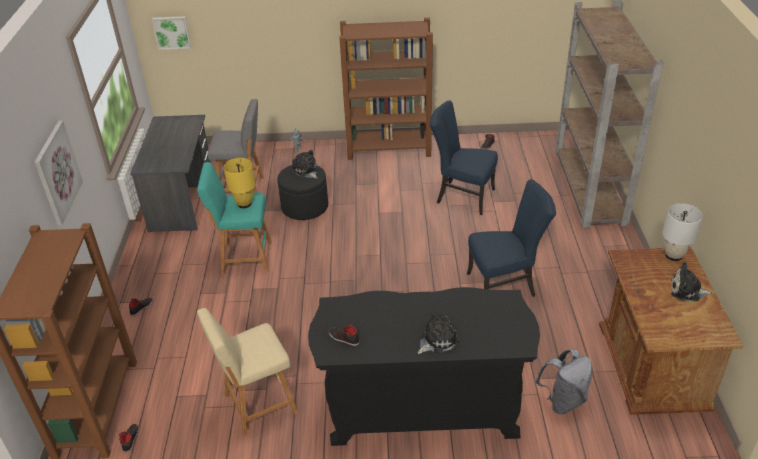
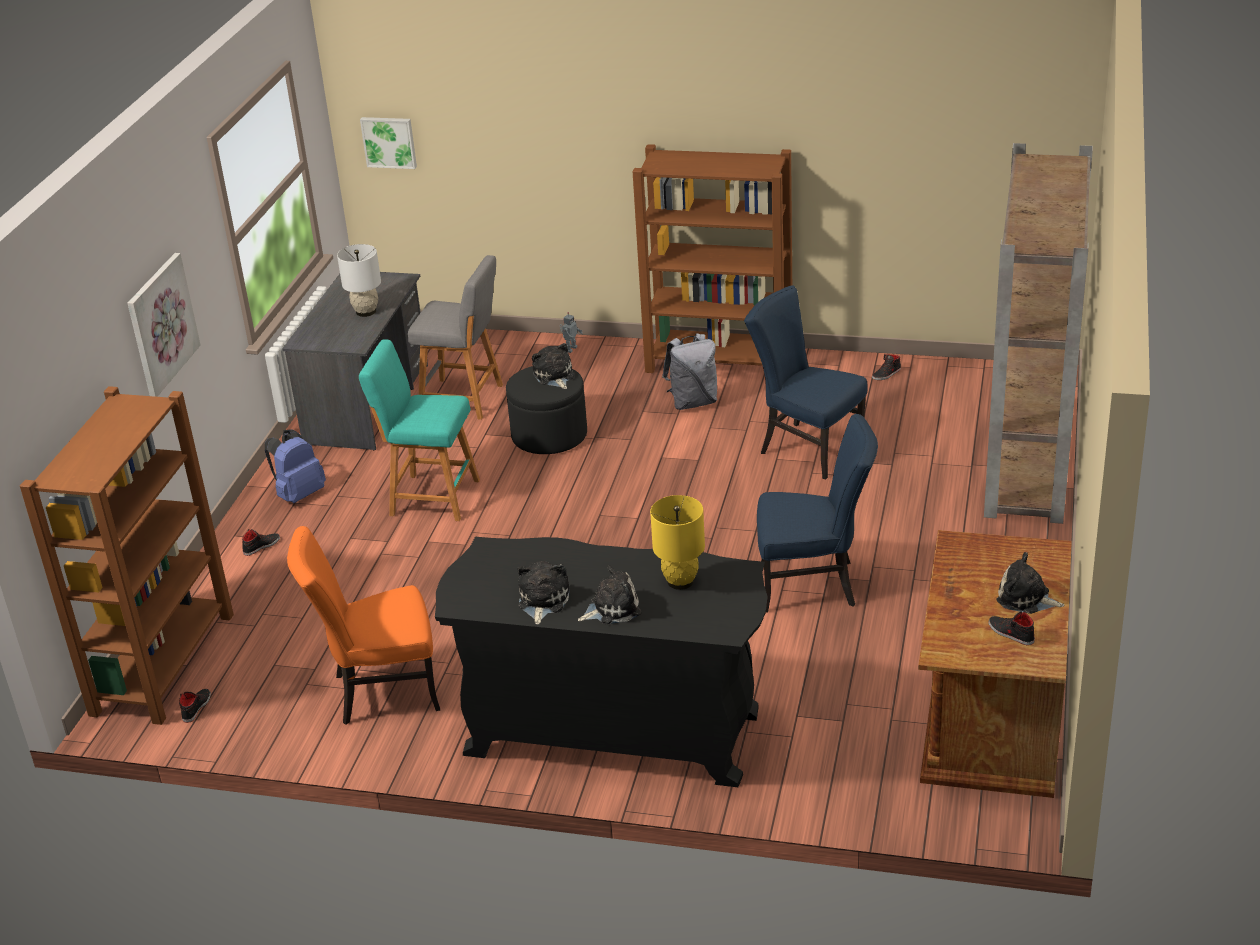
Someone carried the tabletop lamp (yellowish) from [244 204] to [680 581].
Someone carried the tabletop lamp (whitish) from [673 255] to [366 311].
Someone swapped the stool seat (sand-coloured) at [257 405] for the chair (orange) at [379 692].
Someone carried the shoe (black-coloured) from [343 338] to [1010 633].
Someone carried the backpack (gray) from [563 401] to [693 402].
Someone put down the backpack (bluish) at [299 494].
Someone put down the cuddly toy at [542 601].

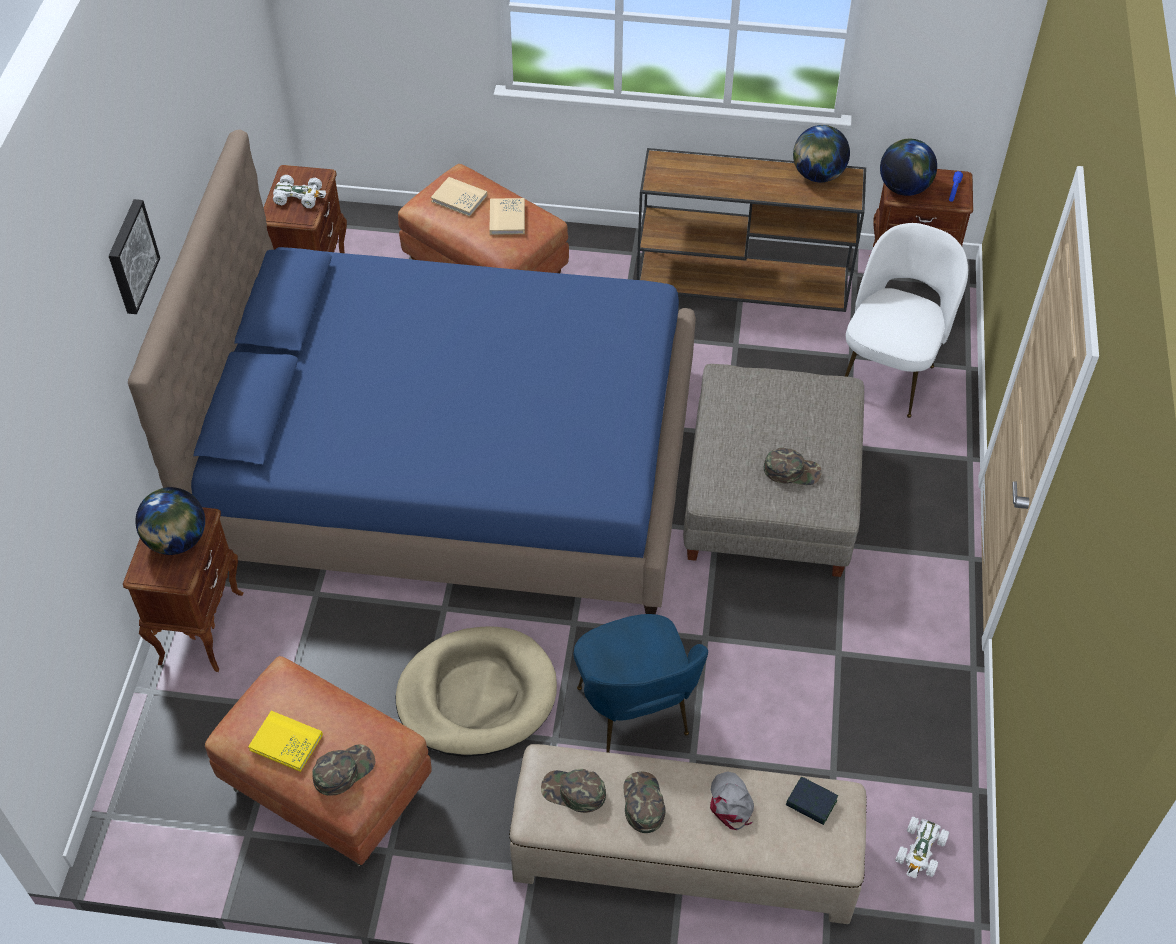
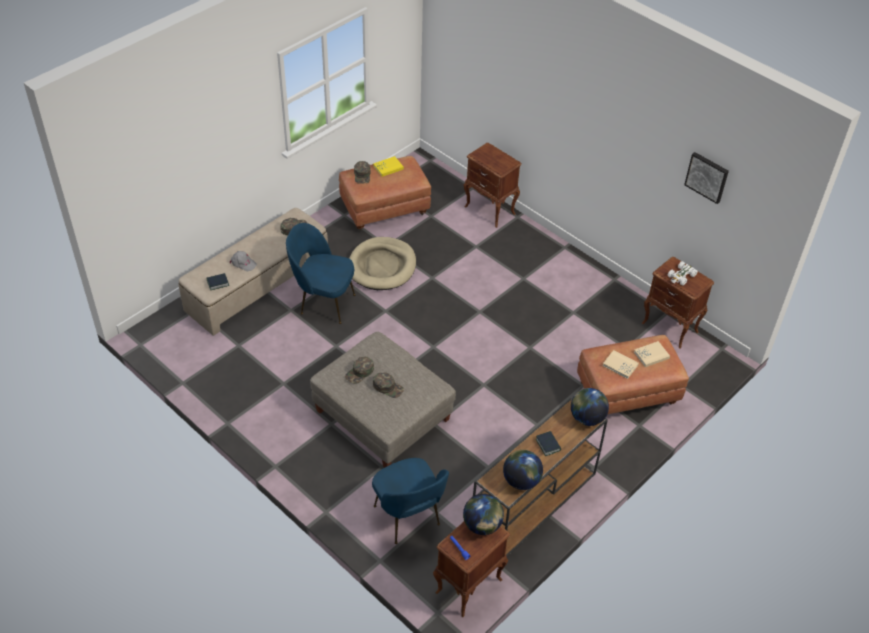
Someone took away the sleeping bed (bluish) at [450 462].
Someone carried the wall picture from [130 256] to [707 177].
Someone repainted the chair (whitish) at [889 374], which became the chair (bluish) at [409 520].
Someone carried the globe from [177 540] to [587 418].
Someone carried the baseball cap (green-coloured) from [642 803] to [388 387].
Someone took away the model car (whitish) at [921 851].
Someone put down the bound book at [548 445].

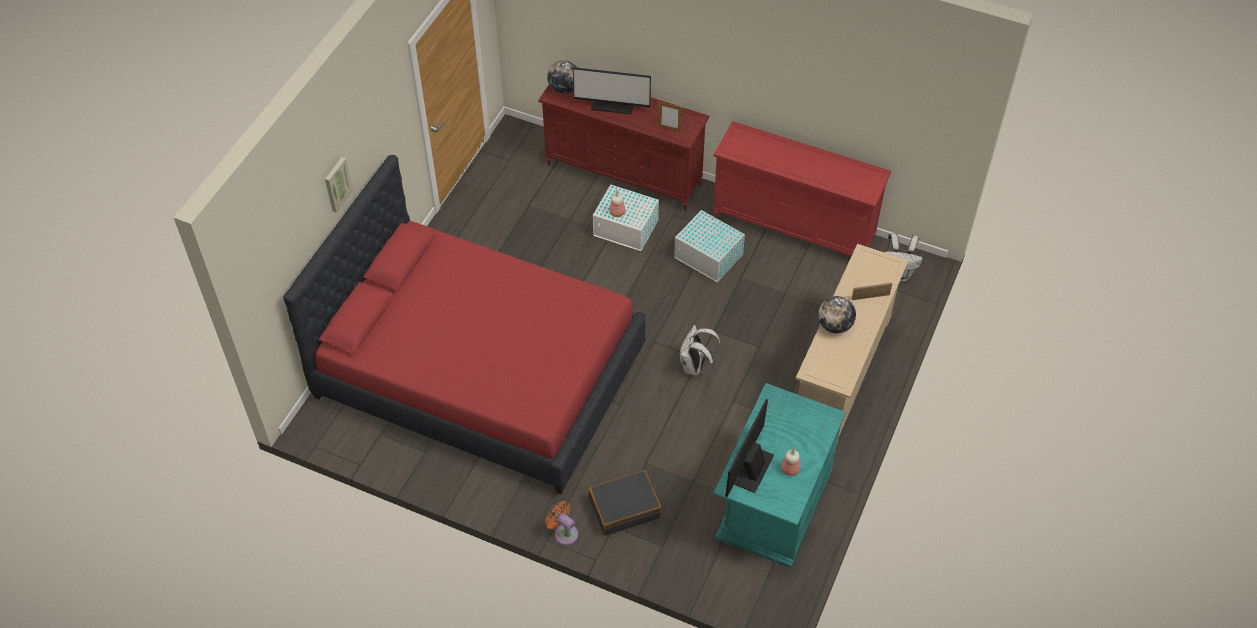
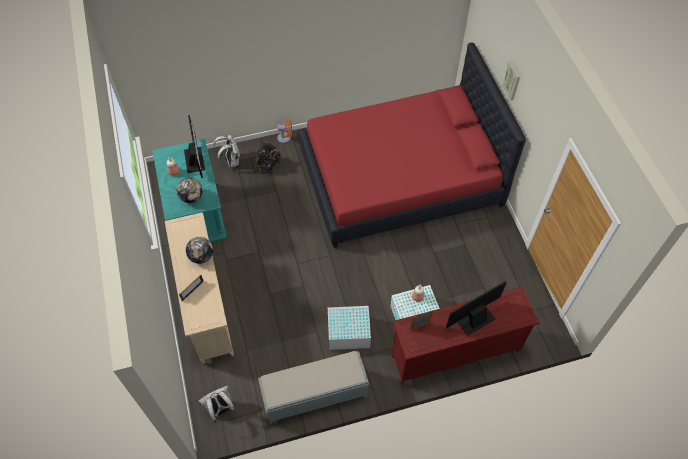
Someone carried the globe from [564 88] to [191 197].
Someone swapped the chest of drawers (red) at [793 228] for the indoor bench (gray) at [314 395].
Someone carried the backpack (whitish) from [695 367] to [231 161].
Someone swapped the piece of luggage (black-coloured) at [624 507] for the backpack (black-coloured) at [268 165].

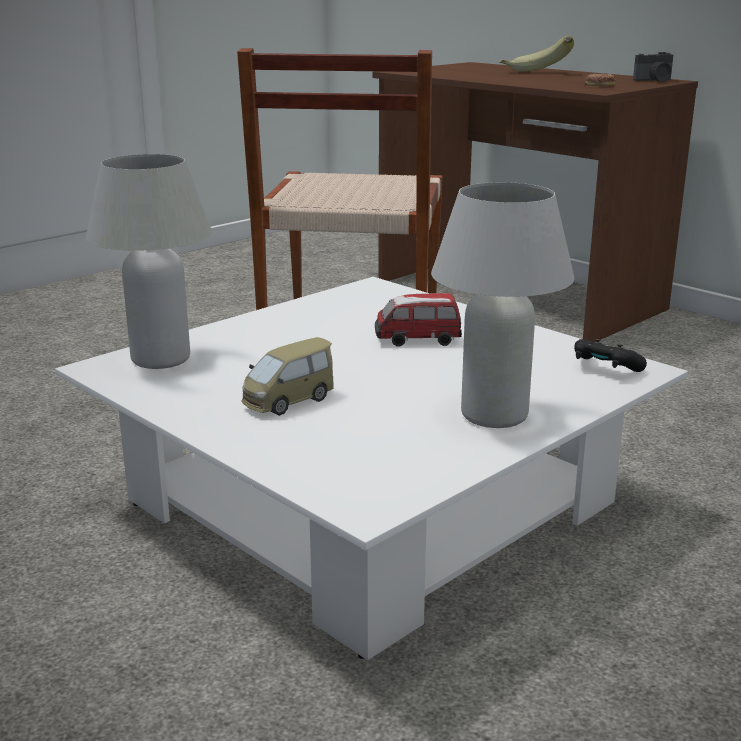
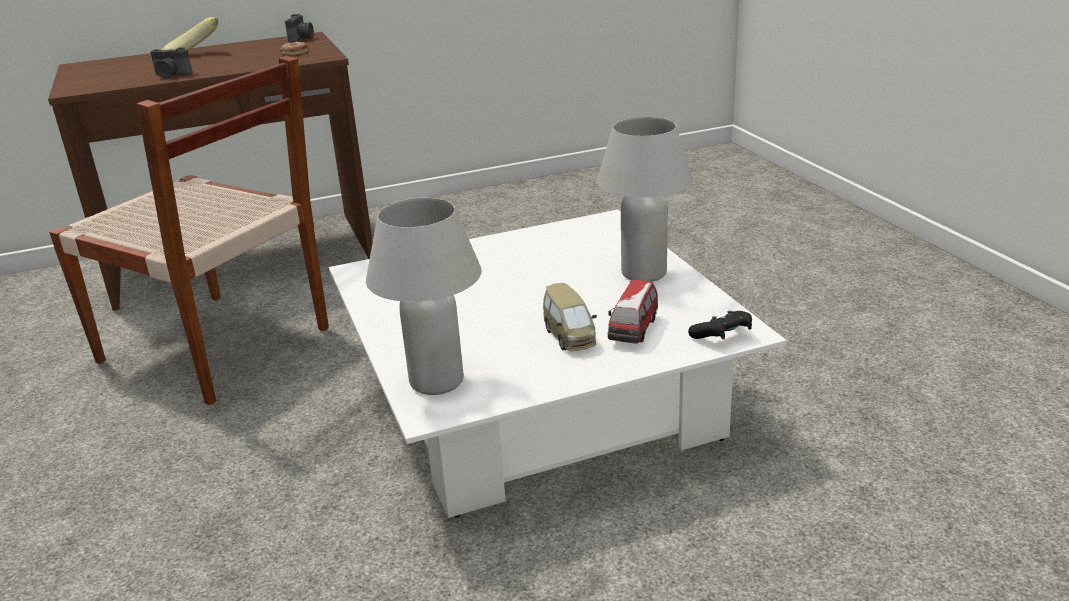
Someone carried the model car from [417 340] to [634 330].
Someone carried the joypad (black-coloured) from [605 369] to [722 336].
Someone put down the photo camera at [171 75].

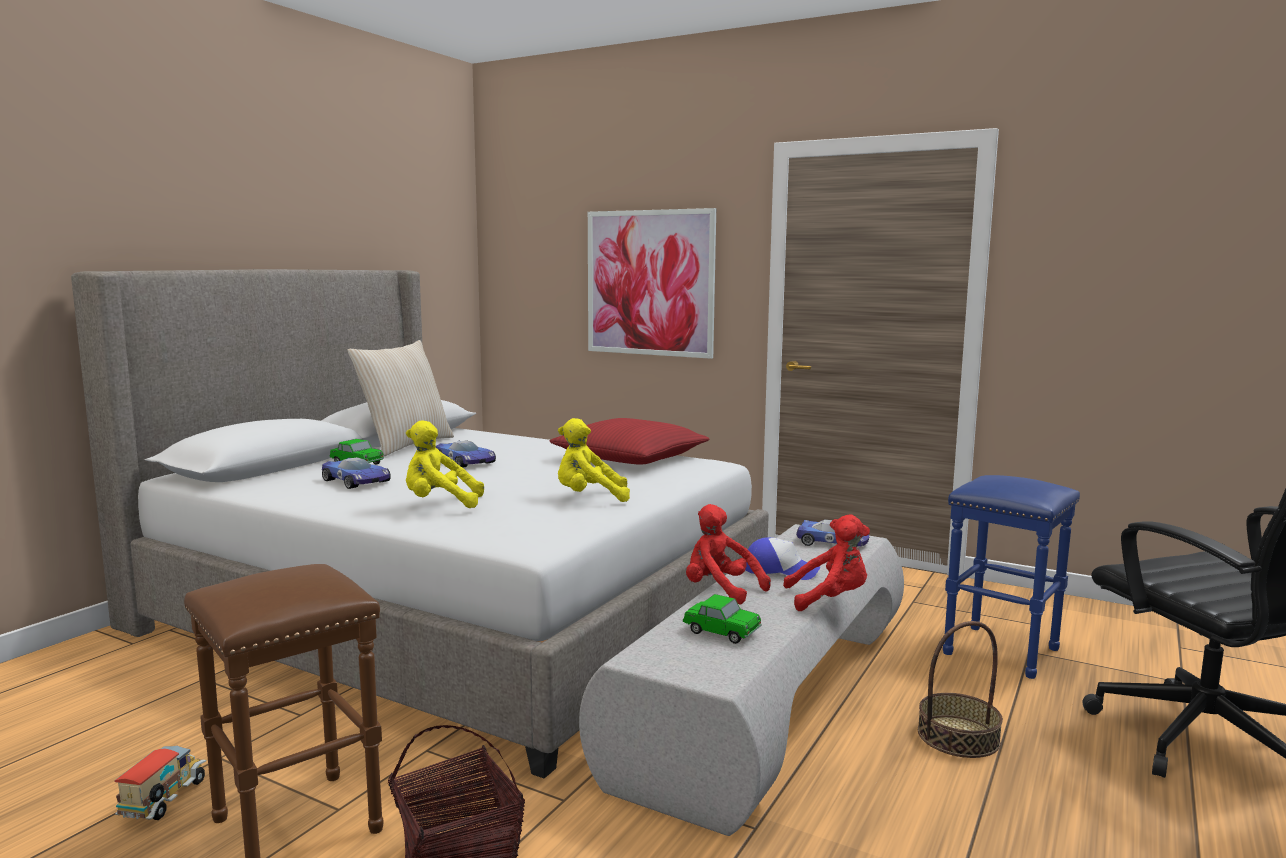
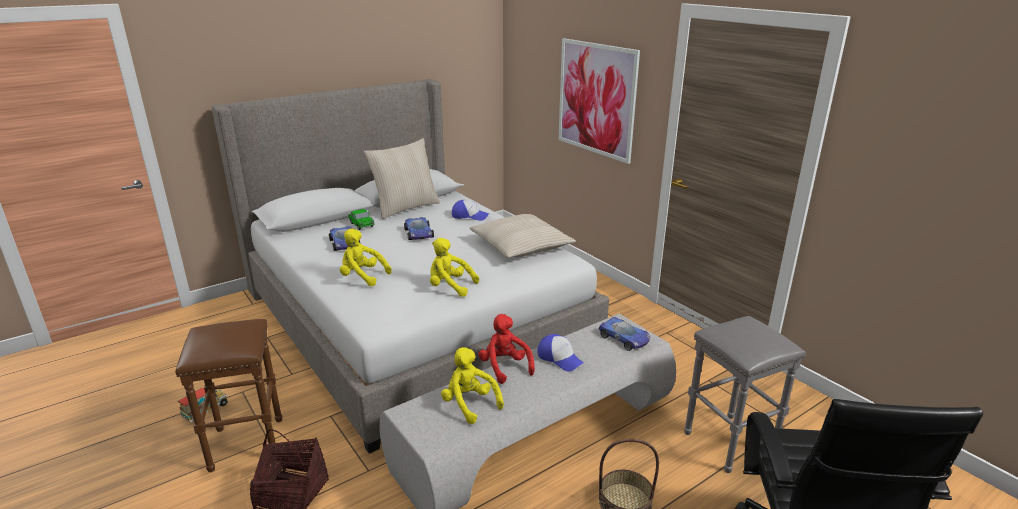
Someone repainted the cushion (red) at [630 458], which became the cushion (sand-coloured) at [521 246].
Someone repainted the stool seat (bluish) at [1003 651], which became the stool seat (gray) at [731 442].
Someone took away the cuddly toy (red) at [830 599].
Someone swapped the model car at [721 632] for the cuddly toy (yellowish) at [469 404].
Someone put down the baseball cap at [470 216].

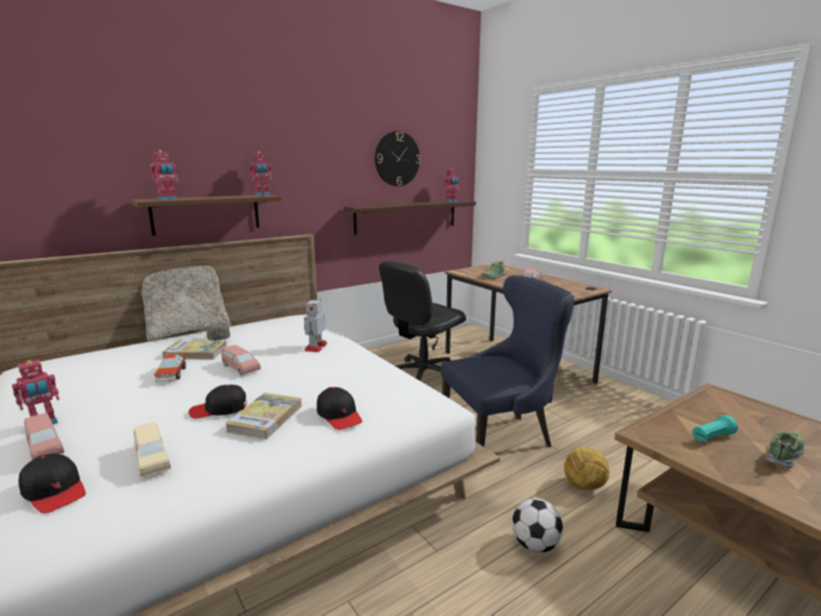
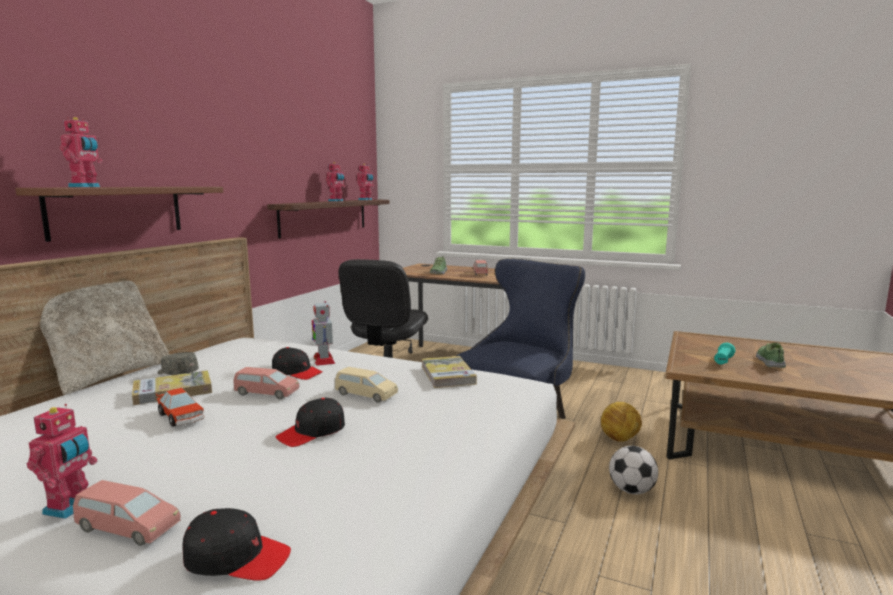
Someone took away the hanging clock at [397 159].
Someone carried the model robot from [262 195] to [336 201].
Someone carried the baseball cap (black-coloured) from [339 415] to [297 372].
Someone carried the bound book from [265 418] to [447 375].
Someone carried the model car (sand-coloured) from [152 459] to [366 395].

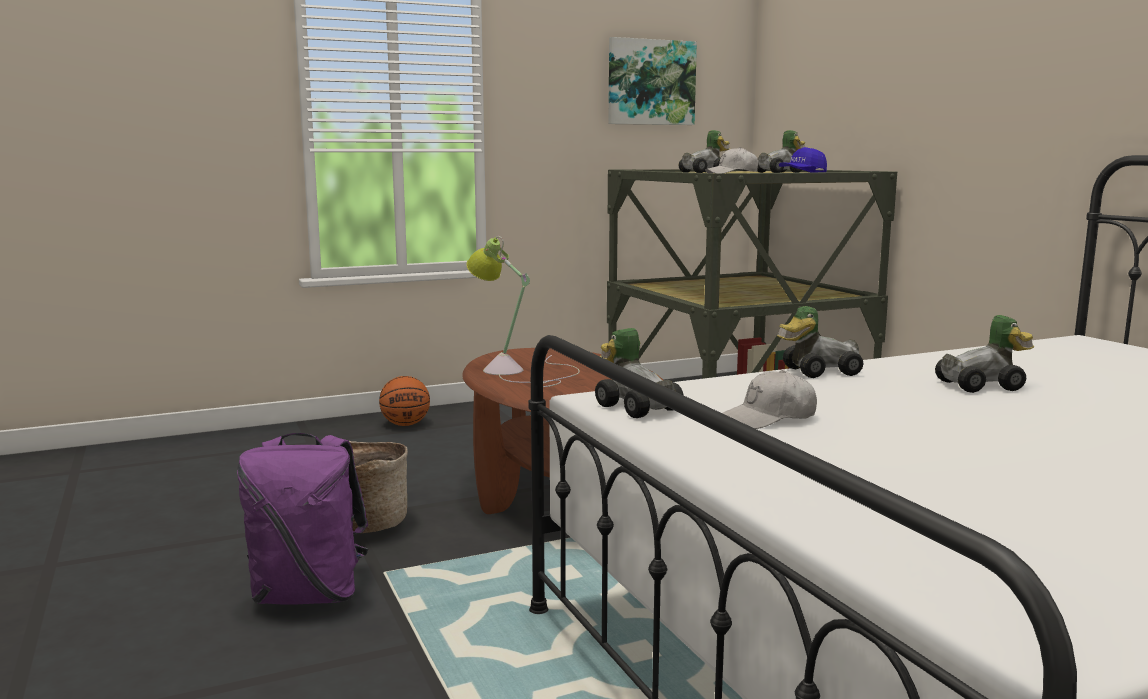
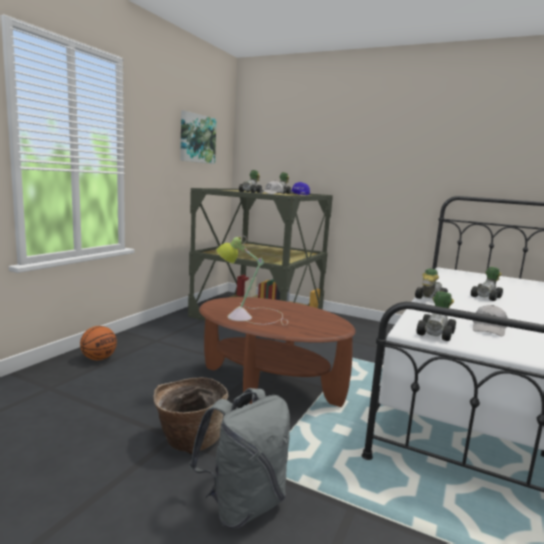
Someone rotated the model car at [637 406] by 105 degrees clockwise.
Someone repainted the backpack (purplish) at [309 595], which became the backpack (gray) at [242 504].

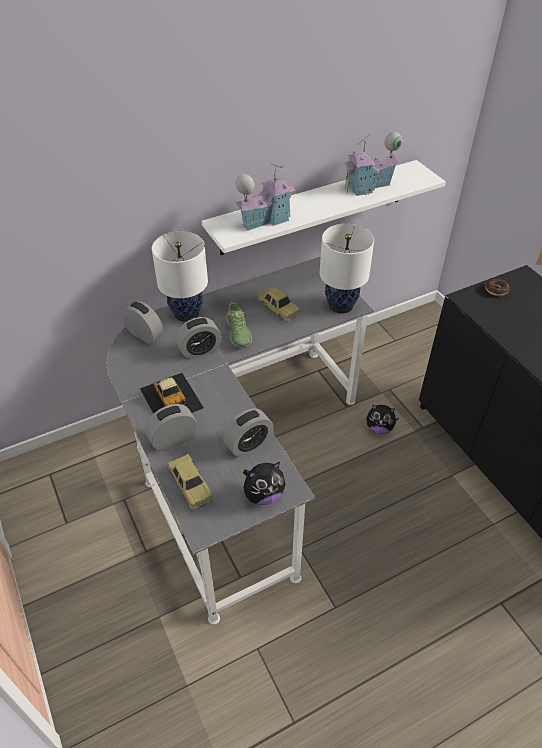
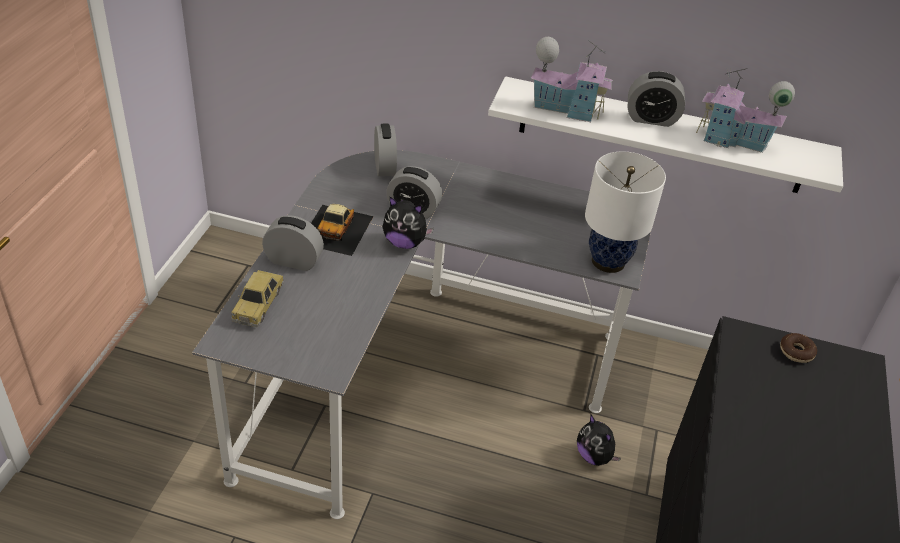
Someone took away the tabletop lamp (whitish) at [186 313].
Someone took away the model car at [278 309].
Someone took away the shoe at [238 333].
Someone carried the bedside clock from [248 444] to [651 119].
Someone carried the cuddly toy from [263 494] to [405 243].

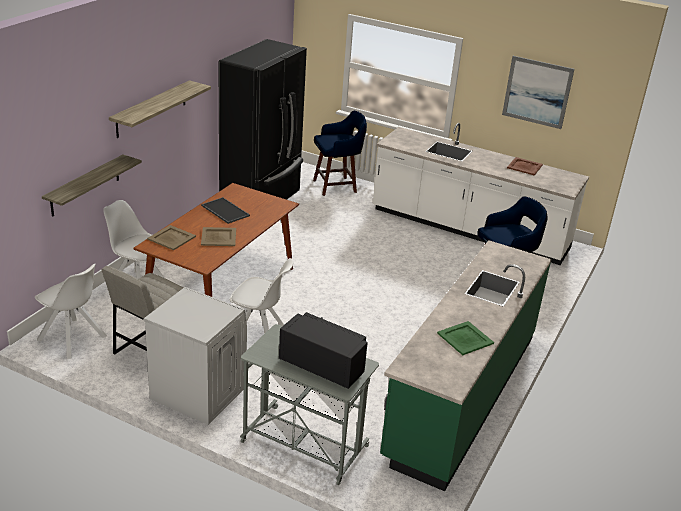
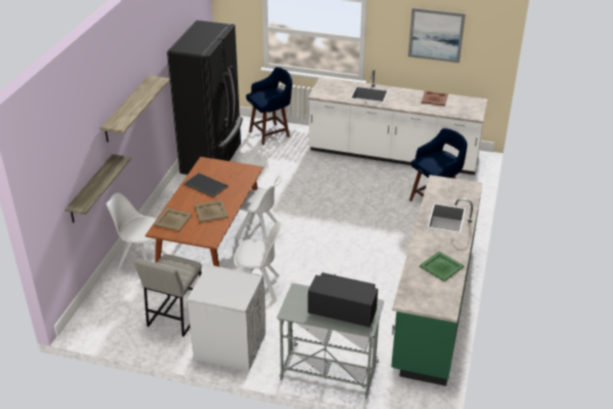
Someone carried the chair (whitish) from [72 339] to [259 233].

